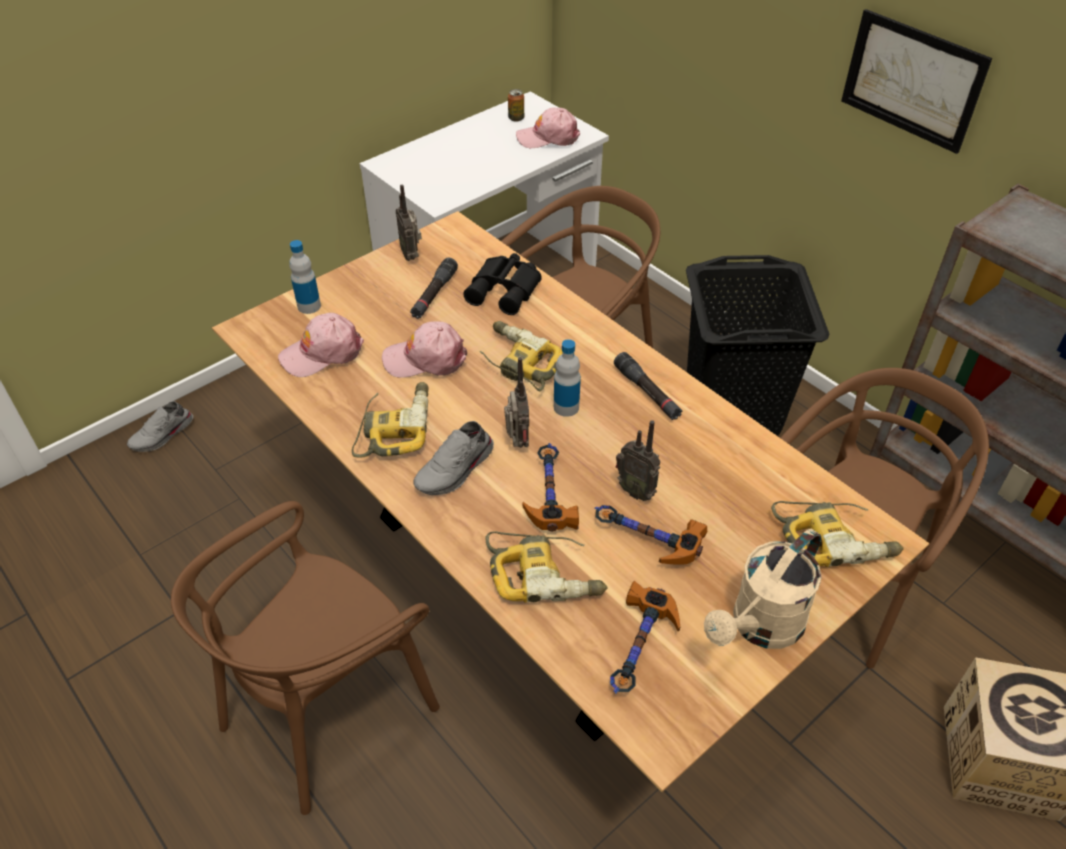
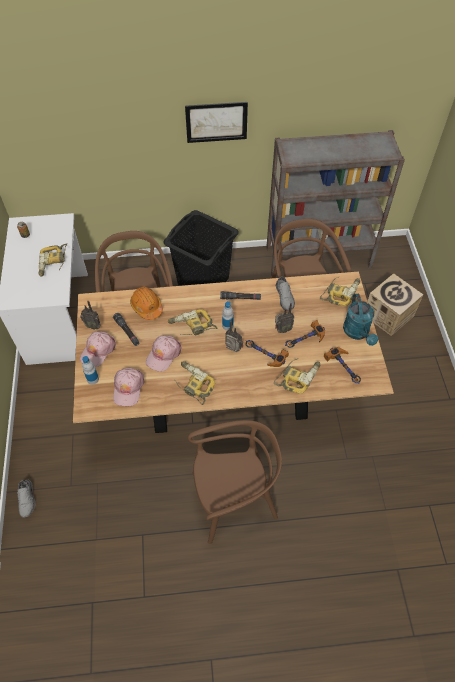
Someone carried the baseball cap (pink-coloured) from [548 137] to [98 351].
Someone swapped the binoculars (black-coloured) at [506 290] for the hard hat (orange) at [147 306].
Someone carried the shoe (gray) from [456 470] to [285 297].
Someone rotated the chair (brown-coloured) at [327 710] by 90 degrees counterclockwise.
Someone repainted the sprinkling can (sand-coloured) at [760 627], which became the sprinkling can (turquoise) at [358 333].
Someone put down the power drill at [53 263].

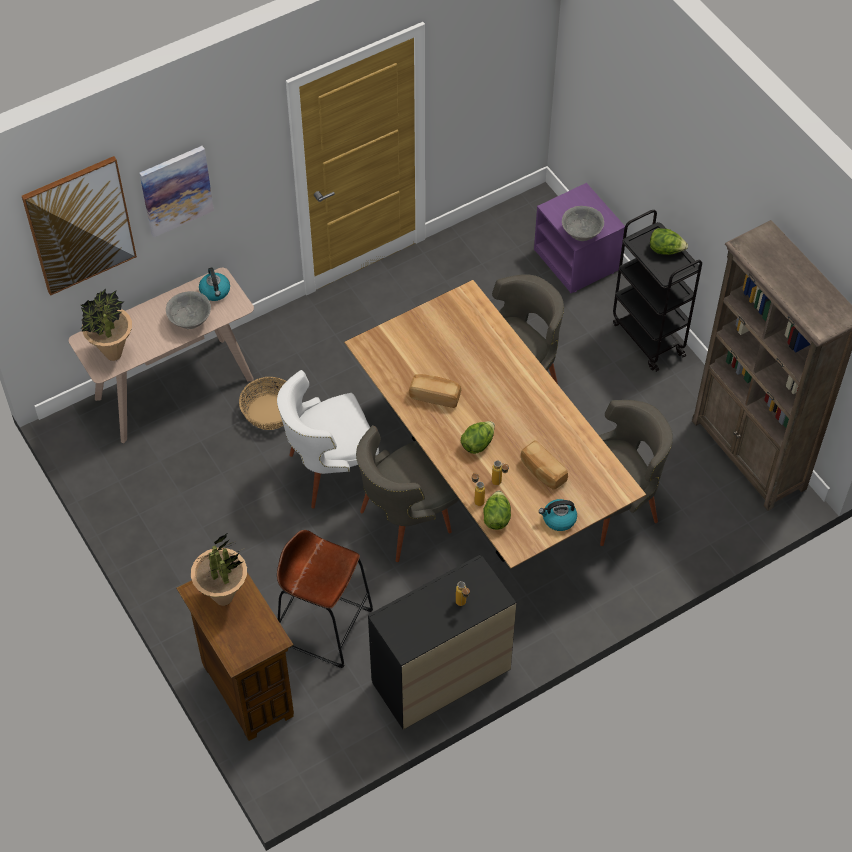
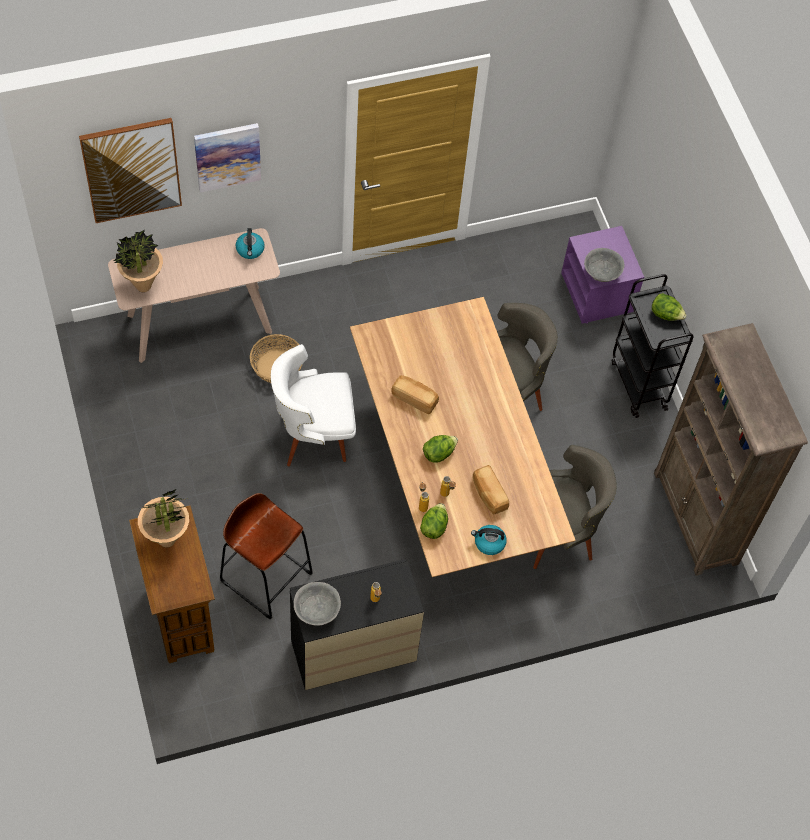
Someone carried the serving bowl (gray) from [190 321] to [317 611].
Someone took away the chair (gray) at [406 522].

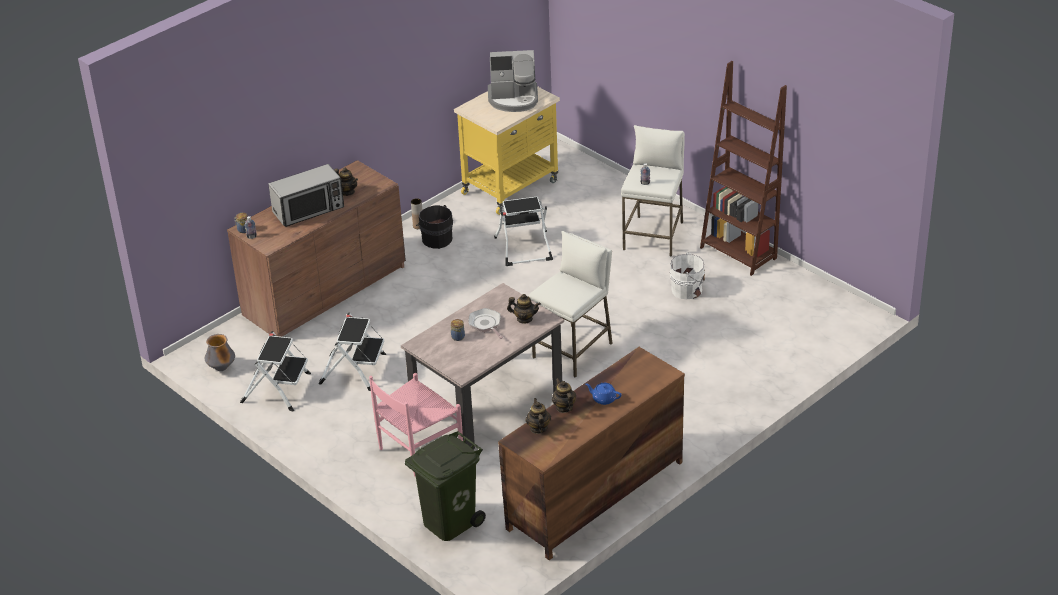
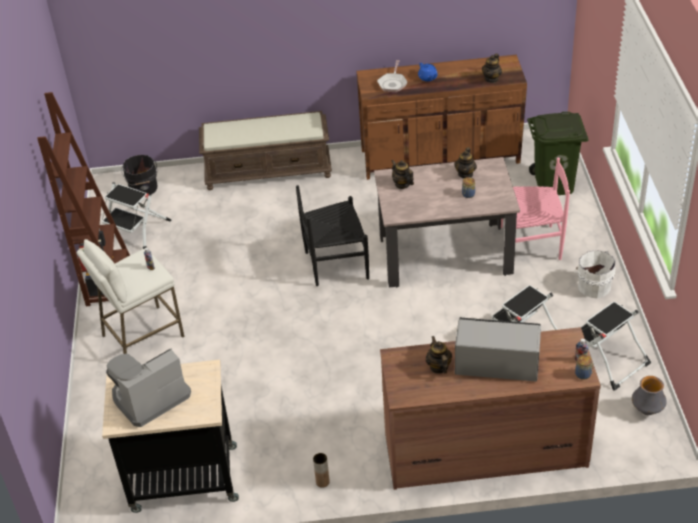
Someone rotated the coffee maker at [513 99] by 75 degrees counterclockwise.
Someone repainted the cart (yellowish) at [510 187], which became the cart (black-coloured) at [183 479].
Someone carried the step ladder from [524 247] to [136 229].
Someone carried the pail (black-coloured) from [436 239] to [143 188].
Someone swapped the stool seat (whitish) at [573 350] for the chair (black-coloured) at [335 264].
Someone carried the pail (whitish) from [688 290] to [593 286].
Someone carried the frying pan from [486 324] to [393 83].
Someone carried the teapot from [564 407] to [465 174].
Someone put down the indoor bench (brown-coloured) at [269 171].

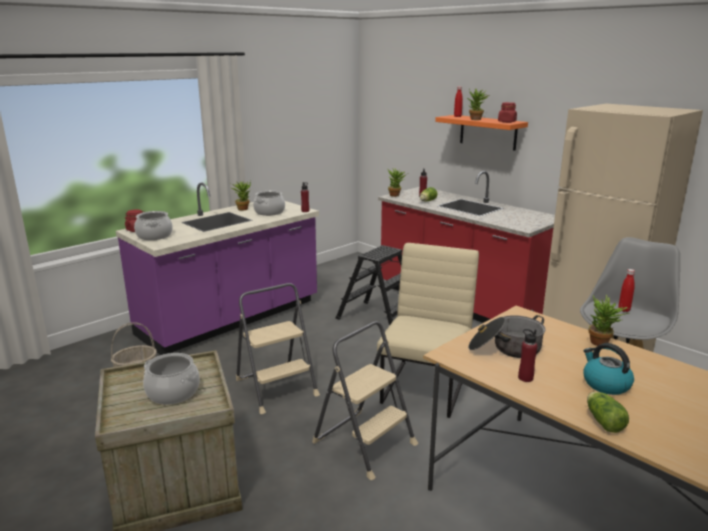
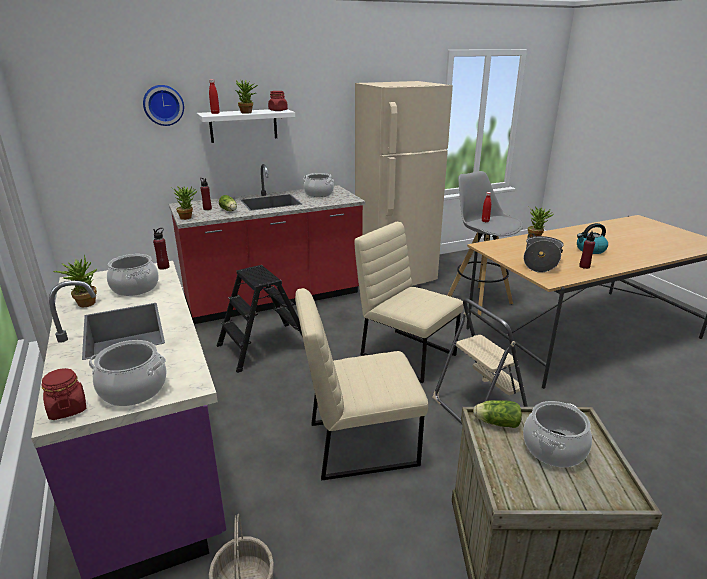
Someone repainted the bracket shelf (orange) at [488 132], which became the bracket shelf (whitish) at [243 125].
Someone swapped the step ladder (sand-coloured) at [275 385] for the chair (sand-coloured) at [359 443].
Someone carried the lettuce from [603 420] to [495 422].
Someone put up the hanging clock at [163 105].
Someone put down the stockpot at [319 194].

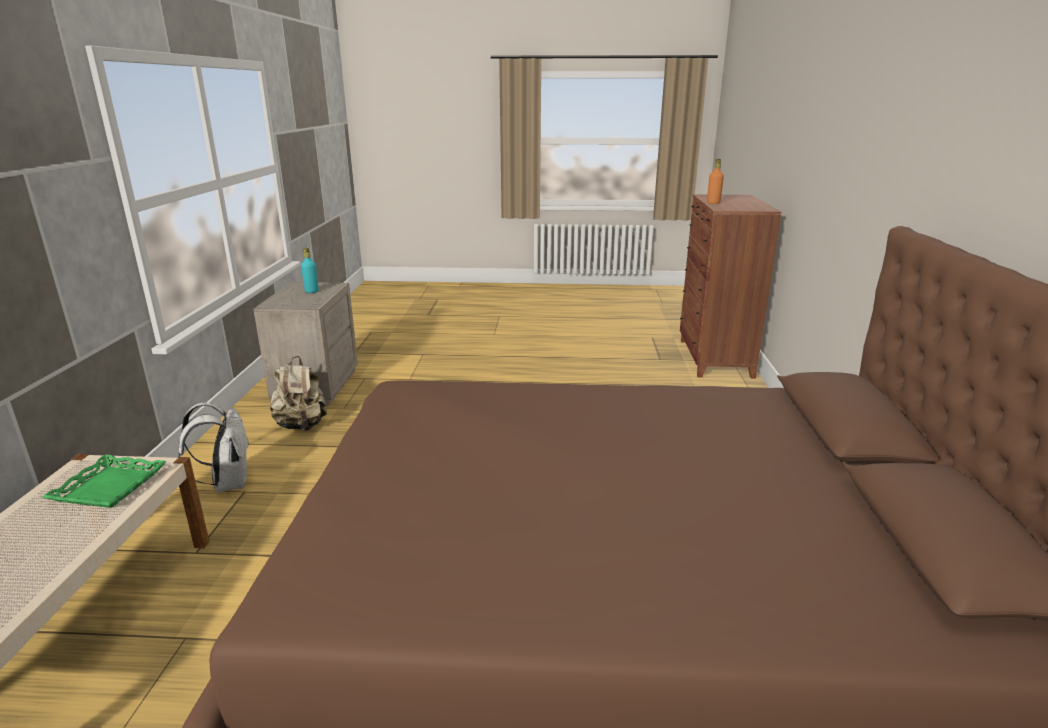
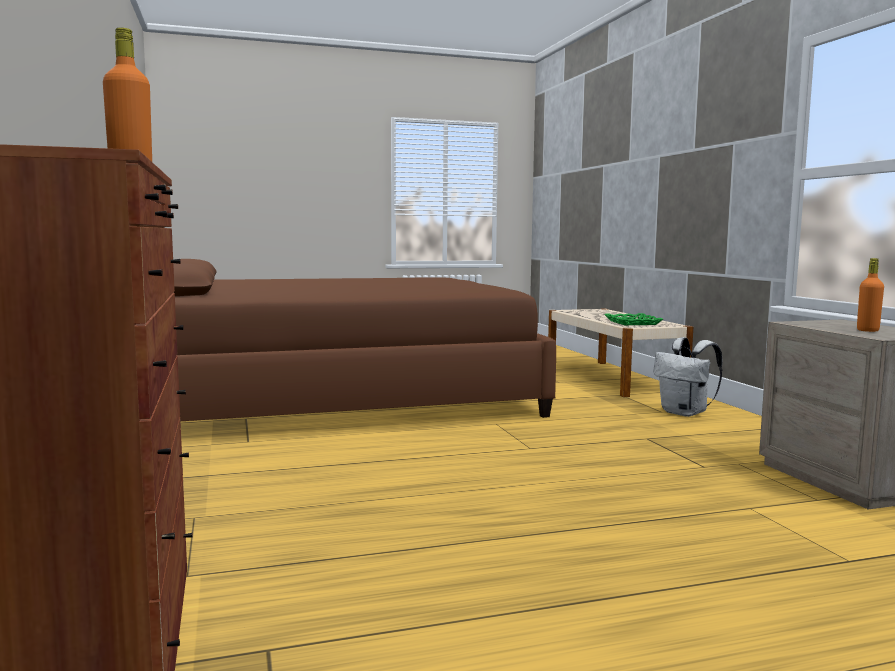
Someone repainted the bottle (turquoise) at [312 291], which became the bottle (orange) at [867 330].
Someone took away the backpack (sand-coloured) at [302 425].

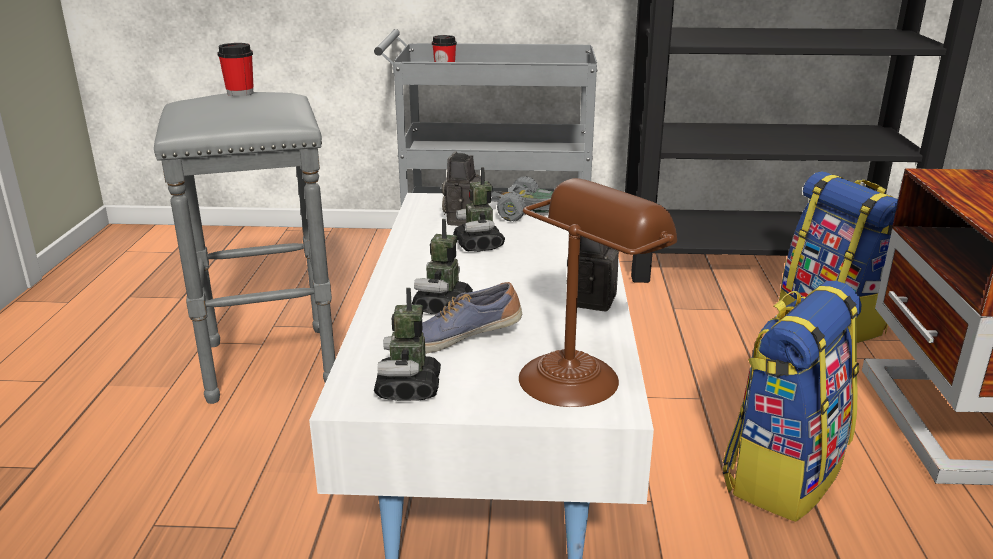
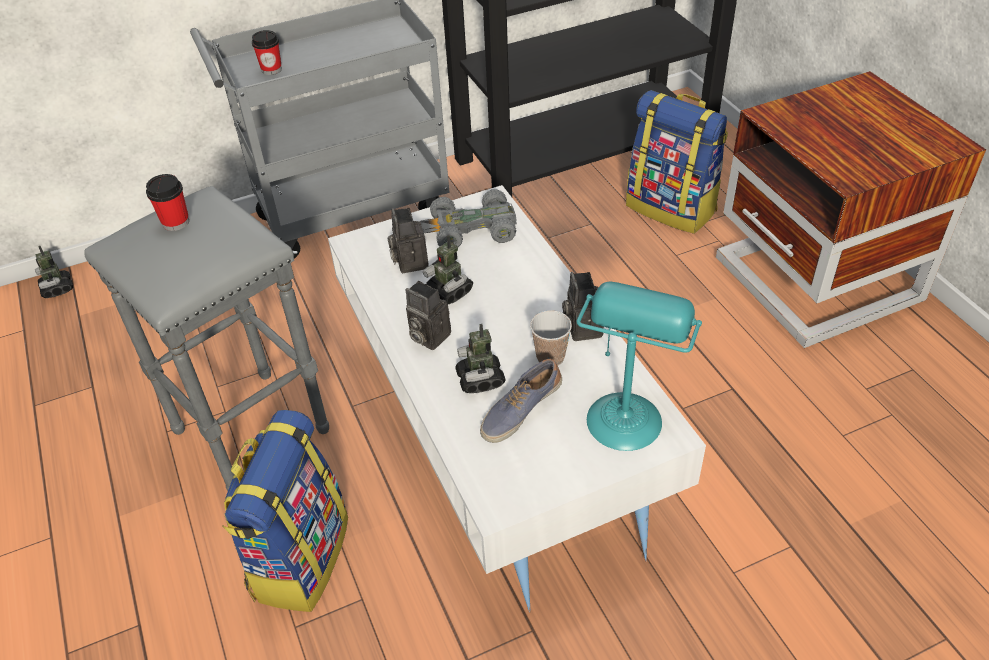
Someone repainted the tabletop lamp (brown-coloured) at [581 370], which became the tabletop lamp (turquoise) at [626 408].
Someone carried the backpack from [782 473] to [299 556].
Someone carried the model robot from [408 389] to [57 289].
Someone put down the photo camera at [427 336].
Someone put down the cup at [550 357].

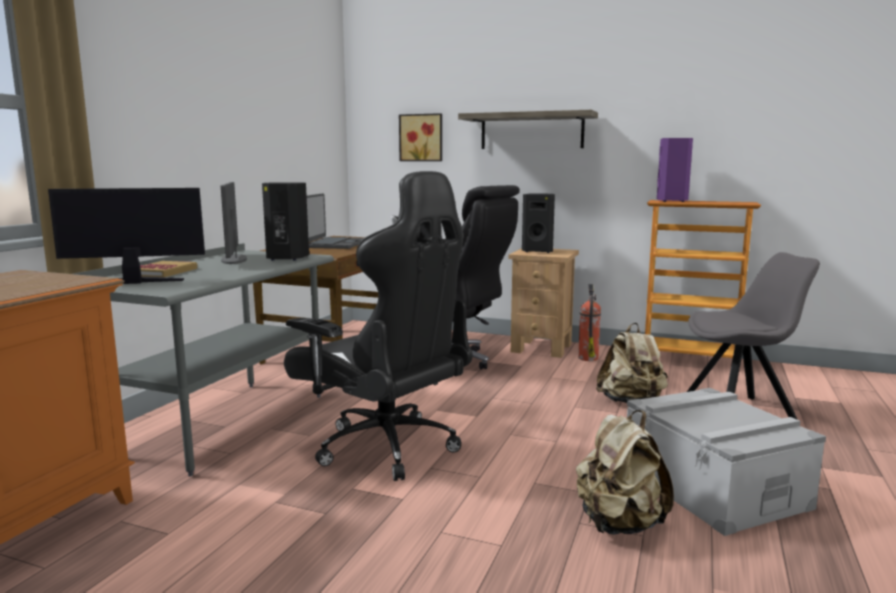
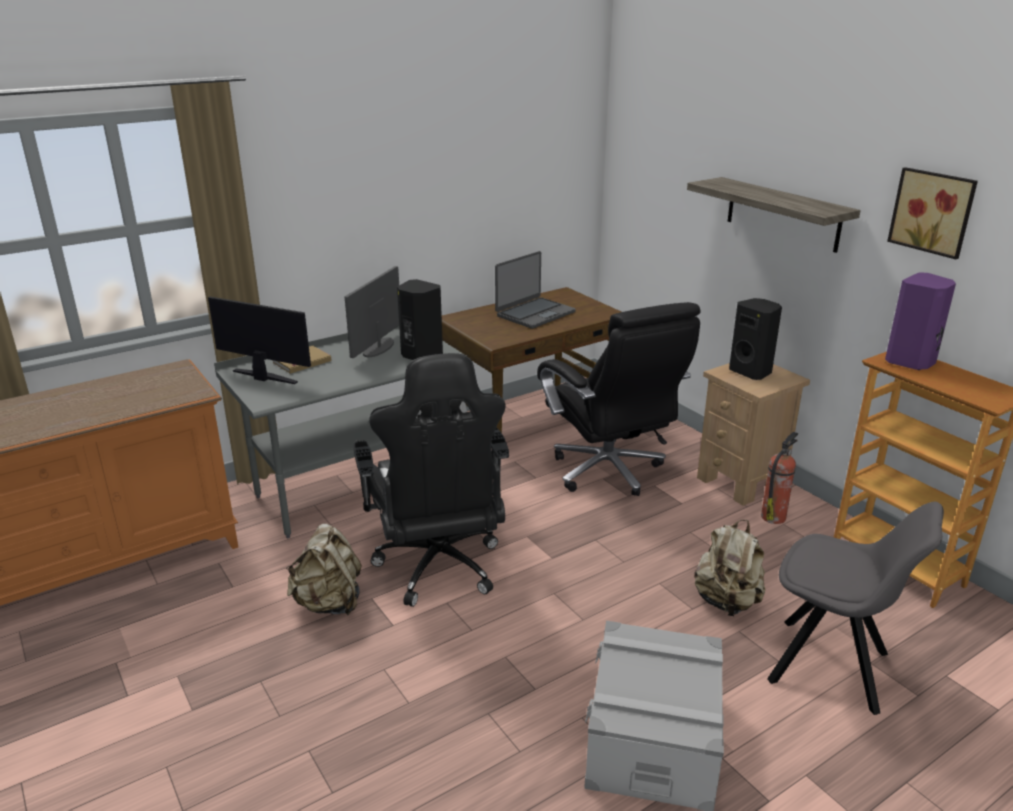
Someone carried the wall picture from [421 137] to [933 211].
Someone carried the backpack (sand-coloured) from [619 524] to [329 603].

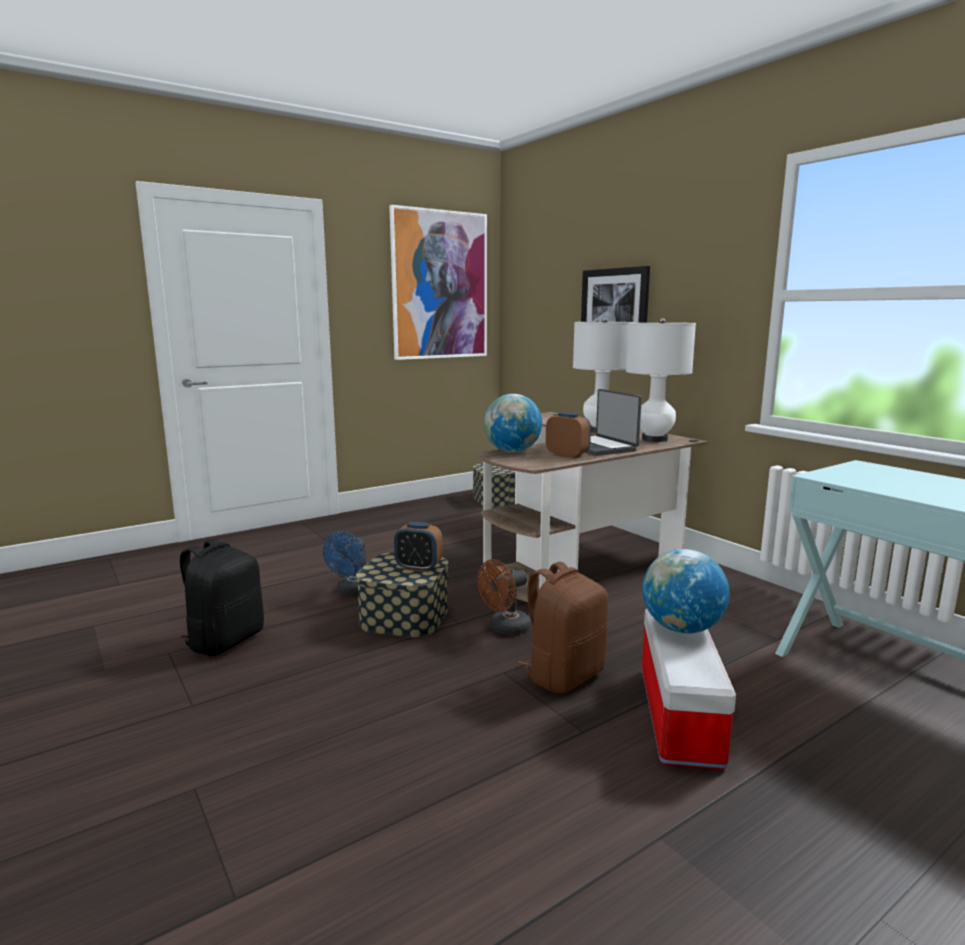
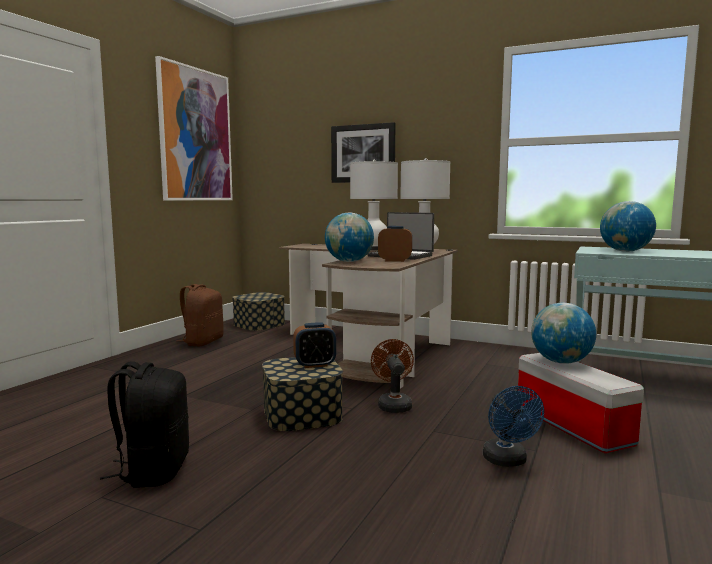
Someone carried the electric fan (bluish) from [351 592] to [508 461].
Someone rotated the electric fan (brown-coloured) at [505 629] by 150 degrees clockwise.
Someone carried the backpack (brown-coloured) from [563 675] to [202 342].
Someone put down the globe at [625 251].

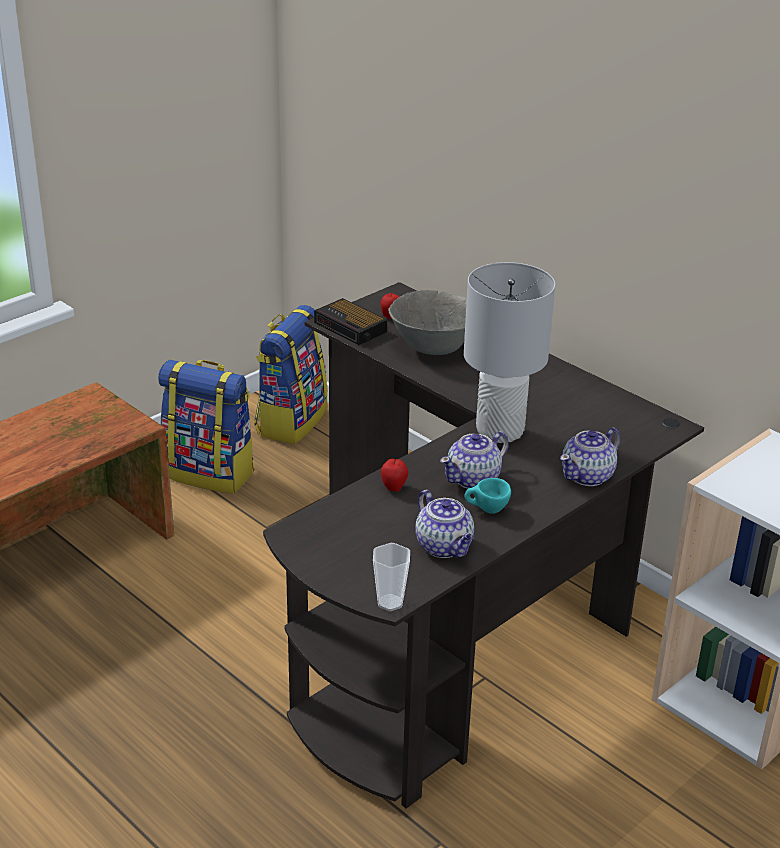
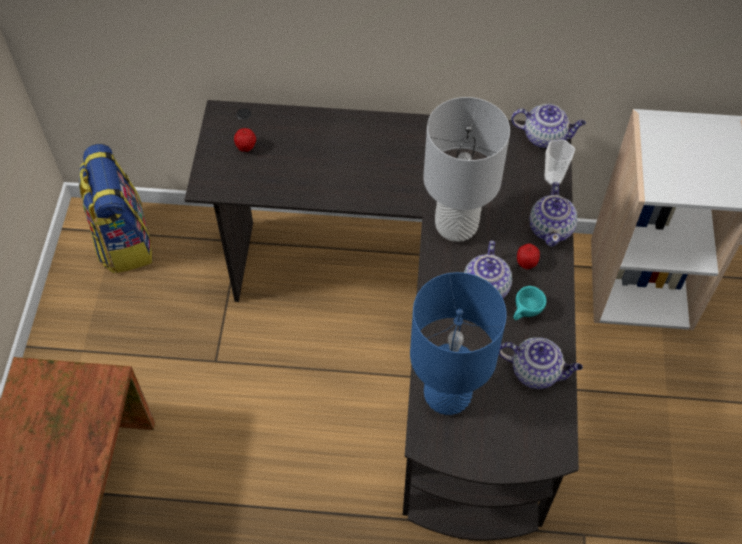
Someone took away the serving bowl (gray) at [433 348].
Someone took away the bedside clock at [351 327].
Someone took away the backpack at [210 473].
Someone carried the apple fruit from [394 487] to [526 264].
Someone carried the cup from [390 602] to [553 178].
Someone put down the teapot at [545 137].
Someone put down the tabletop lamp (bluish) at [447 397].

